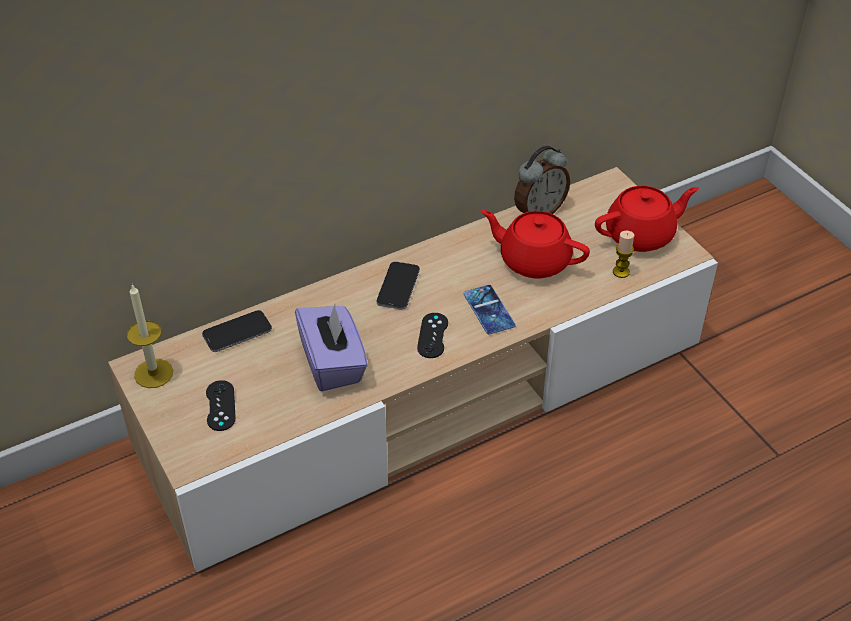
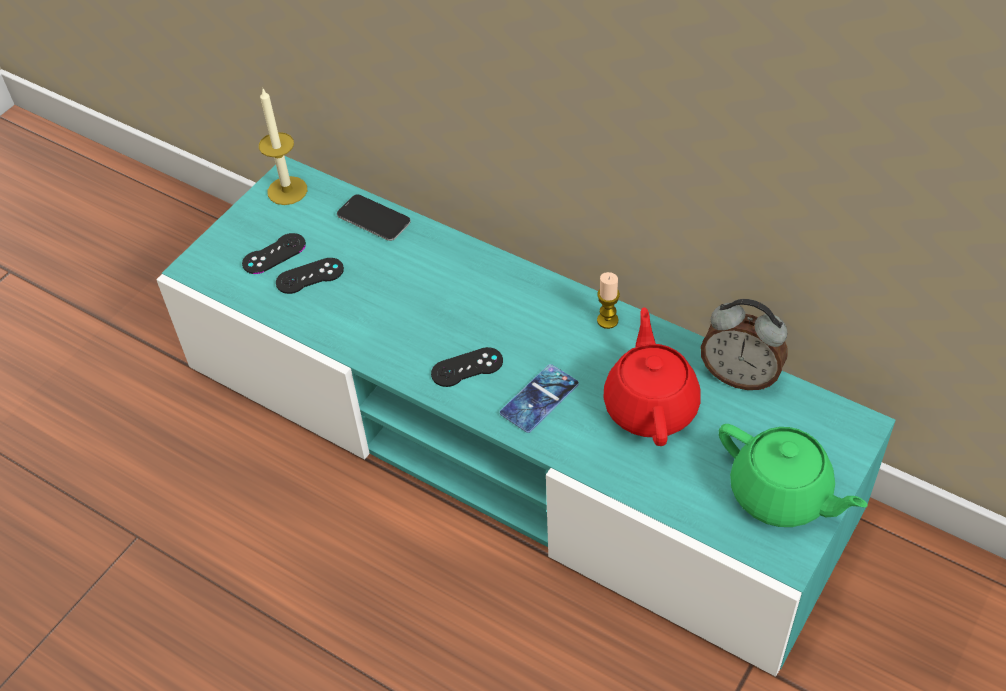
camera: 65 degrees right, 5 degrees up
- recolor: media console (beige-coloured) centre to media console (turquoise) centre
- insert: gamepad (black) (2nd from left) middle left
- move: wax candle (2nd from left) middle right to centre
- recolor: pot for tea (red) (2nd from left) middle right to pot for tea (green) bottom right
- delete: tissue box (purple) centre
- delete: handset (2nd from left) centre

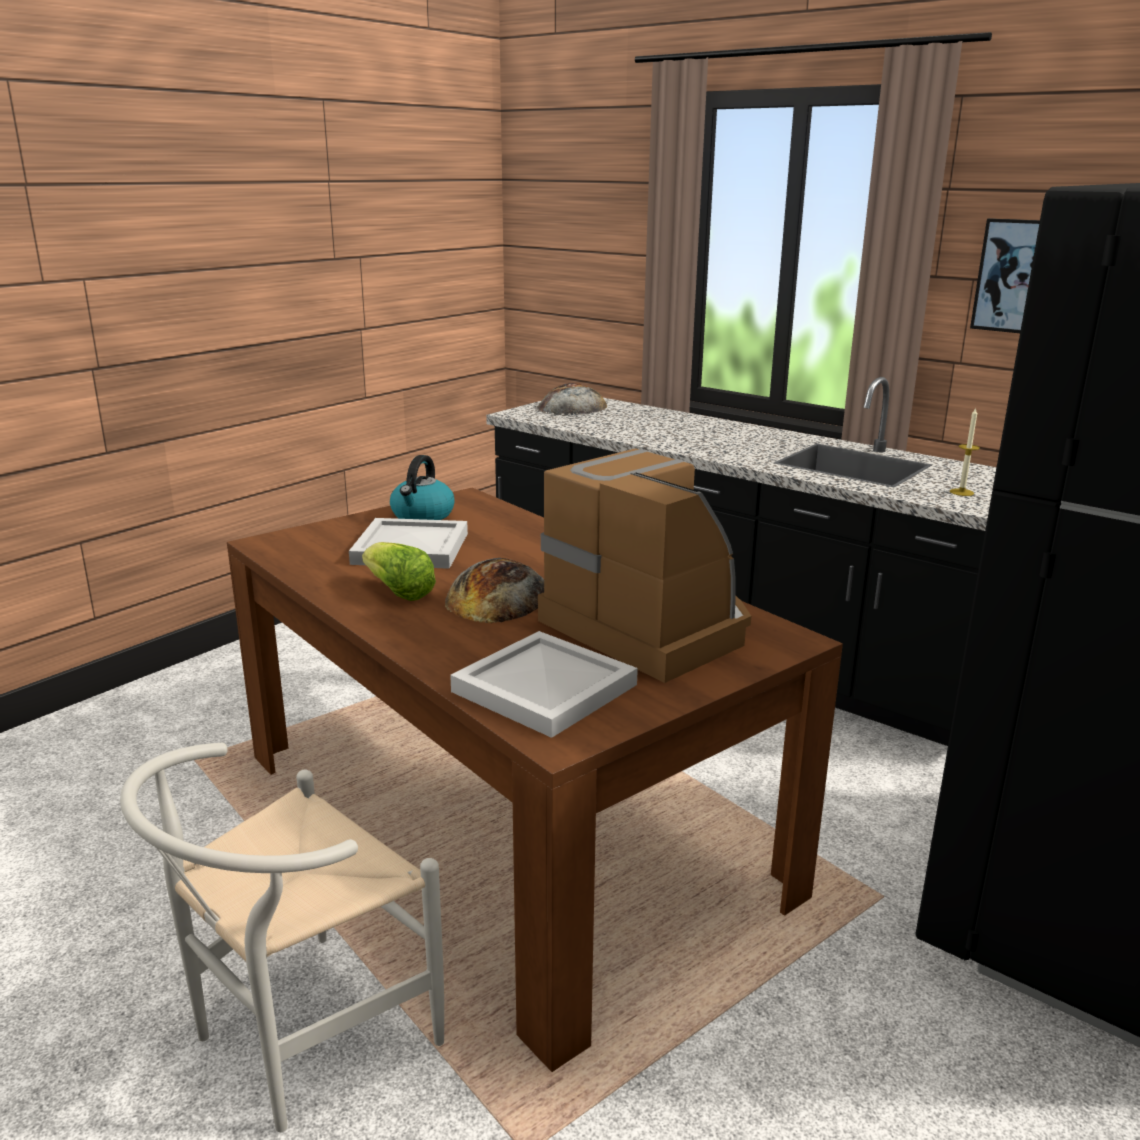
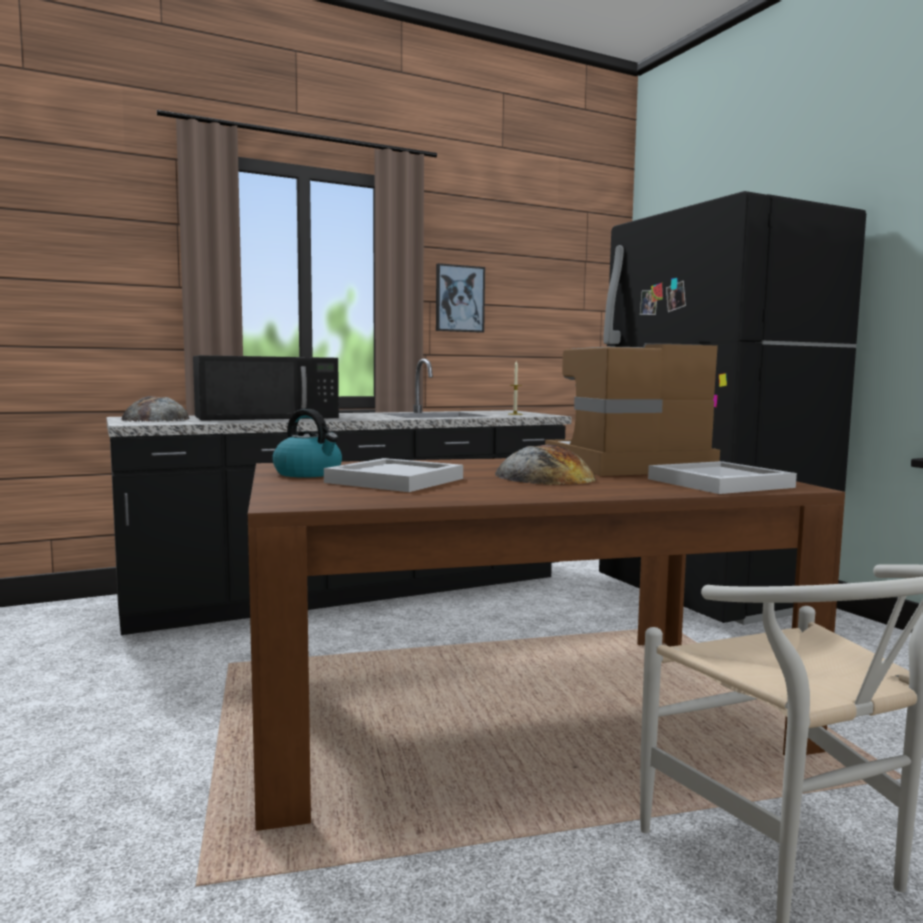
camera: 65 degrees left, 15 degrees down
- insert: kitchen microwave (black) middle left
- delete: head of lettuce centre

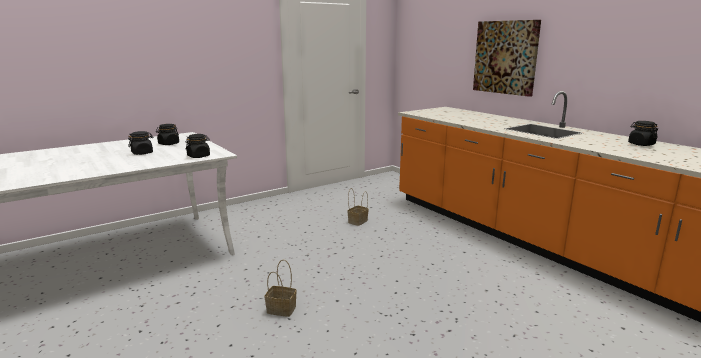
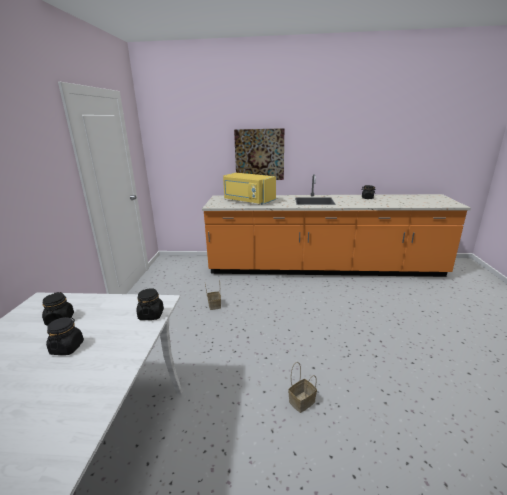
camera: 50 degrees left, 5 degrees up
- insert: kitchen microwave (yellow) centre

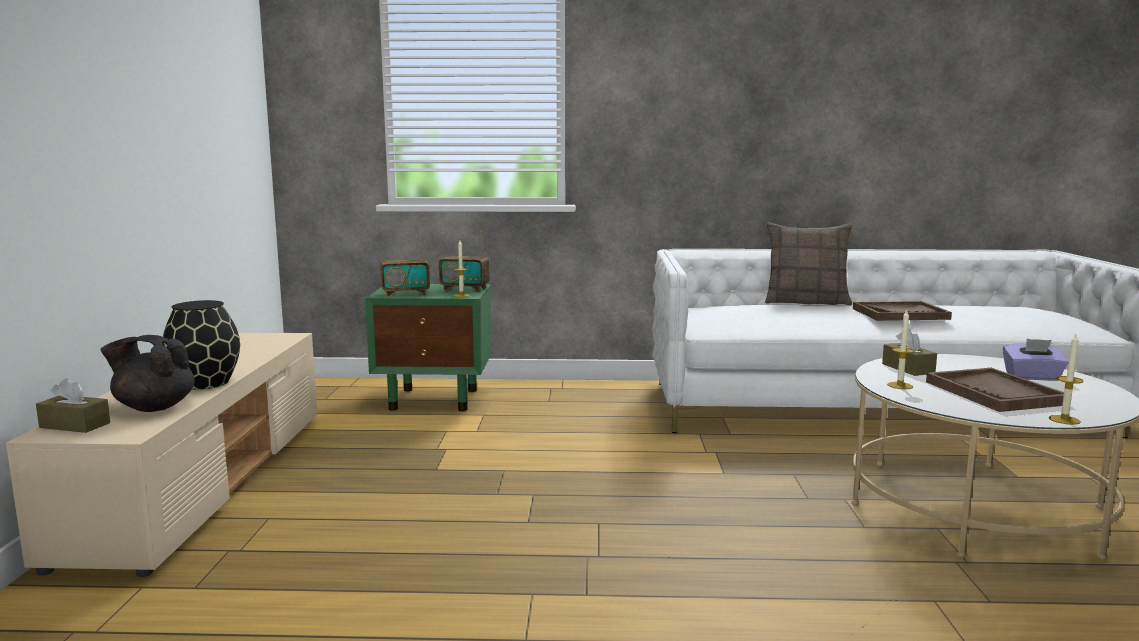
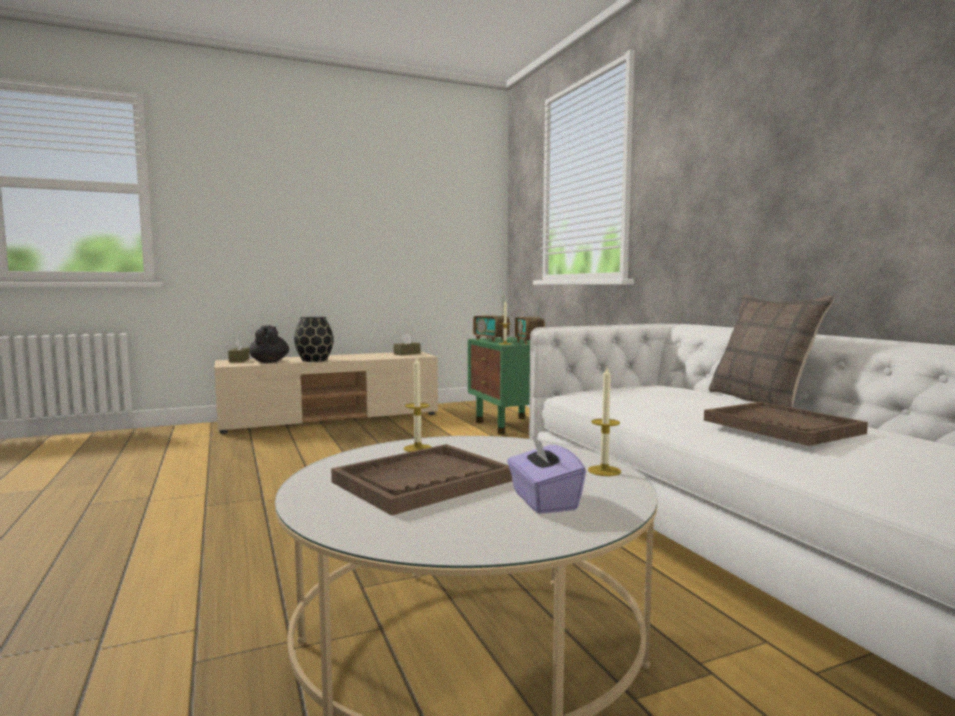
camera: 65 degrees right, 5 degrees down
- move: tissue box (brownish) (2nd from left) middle right to centre
- move: wax candle (3rd from left) middle right to centre

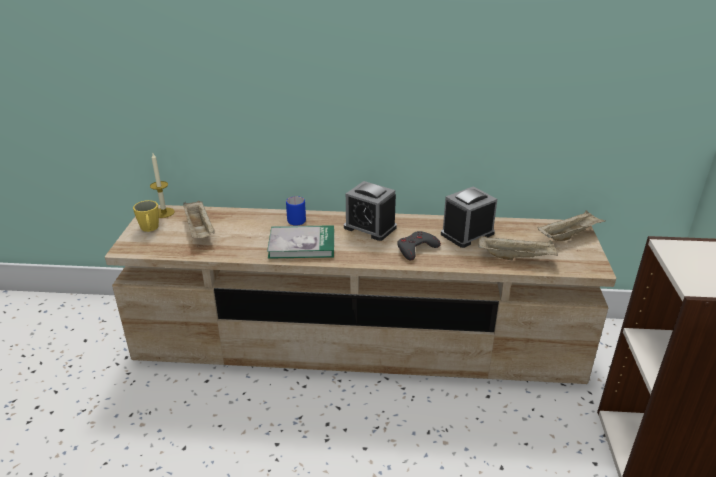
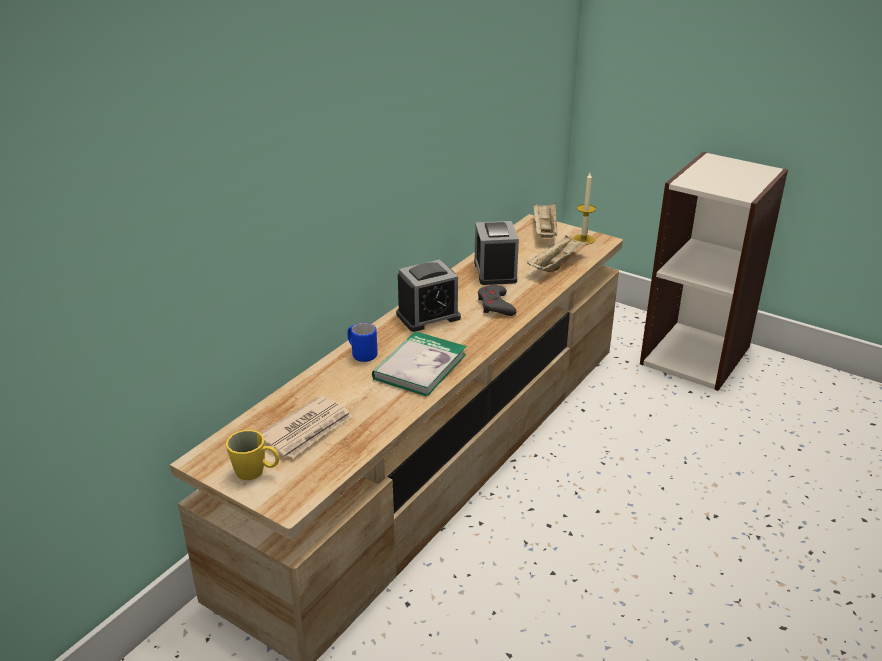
camera: 60 degrees left, 0 degrees up
- replace: tray (beige-coloured) (1st from left) middle left to newspaper centre
- move: wax candle middle left to top centre

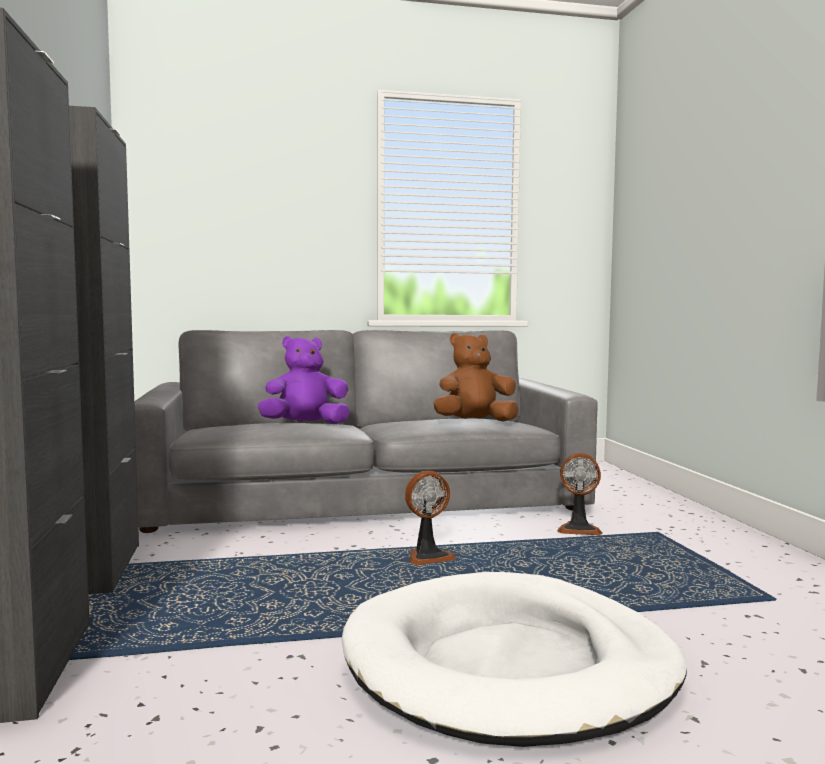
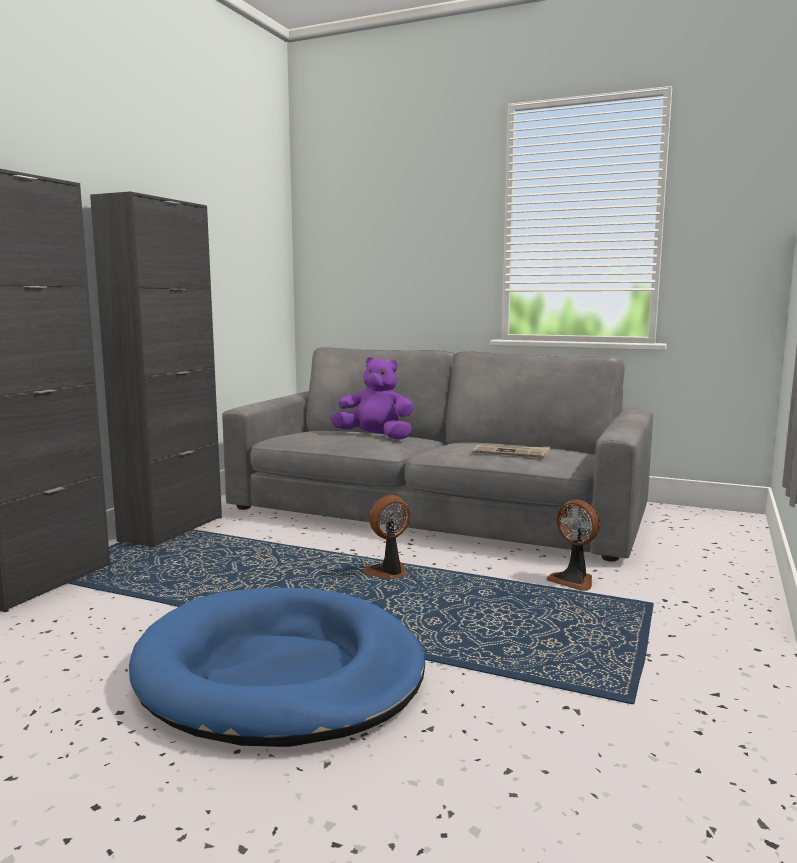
camera: 35 degrees right, 5 degrees up
- recolor: dog cushion (whitish) bottom centre to dog cushion (blue) bottom centre
- rotate: fan (1st from left) bottom centre = centre 135 degrees clockwise
- replace: soft toy (brownish) centre to newspaper centre

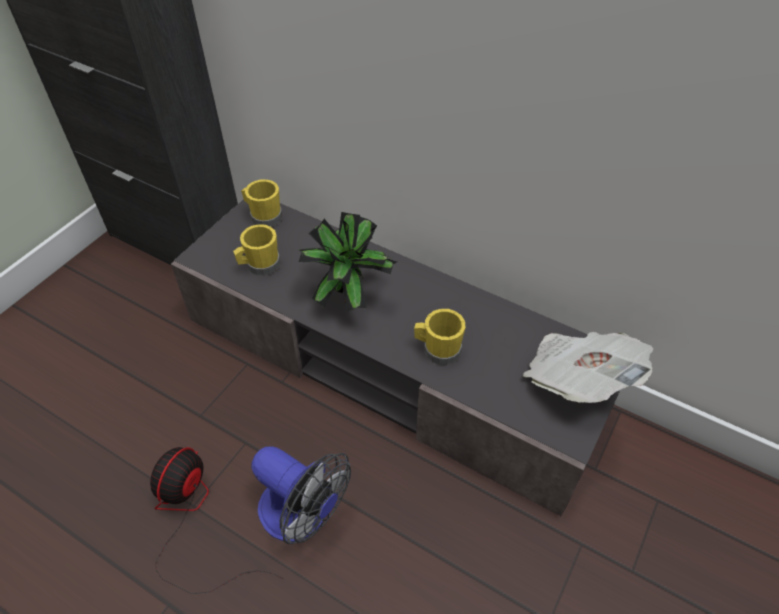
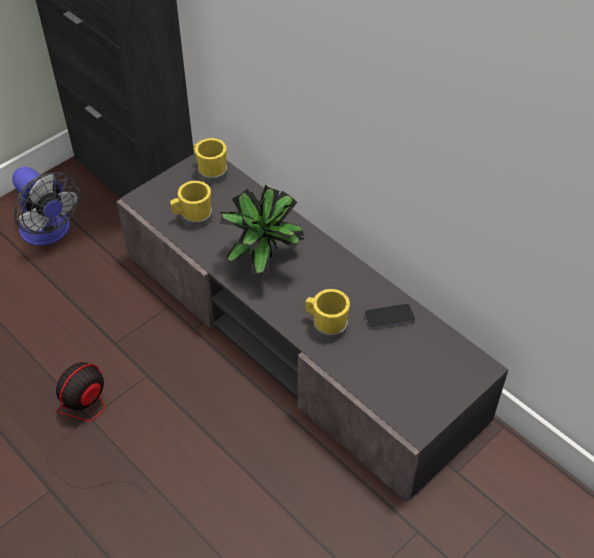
camera: 15 degrees right, 0 degrees up
- move: fan (2nd from left in the first image) bottom centre to fan (1st from left) middle left
- insert: handset centre
- delete: newspaper middle right

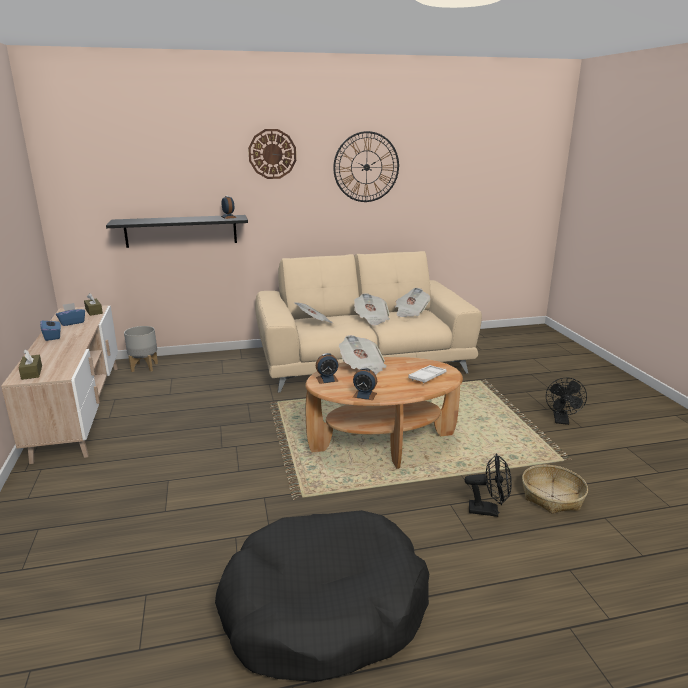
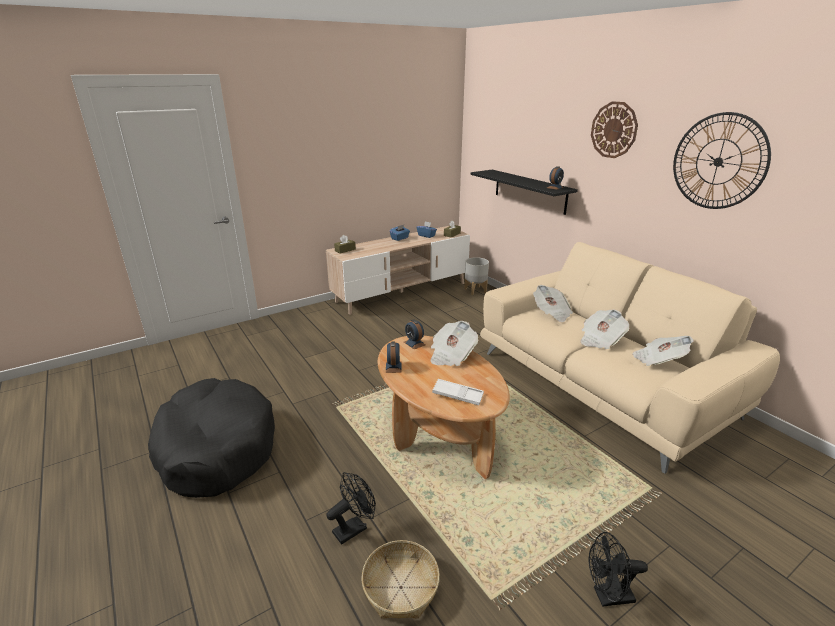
camera: 70 degrees right, 5 degrees up
- rotate: fan (black) (1st from left) bottom right = bottom centre 120 degrees counterclockwise

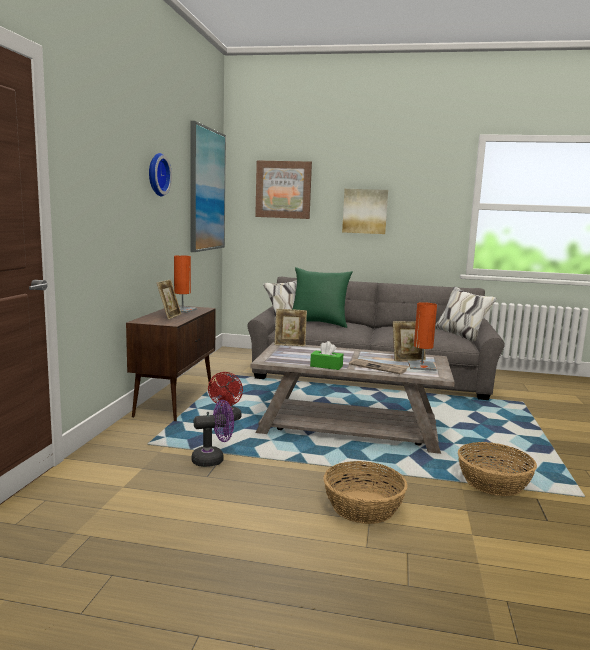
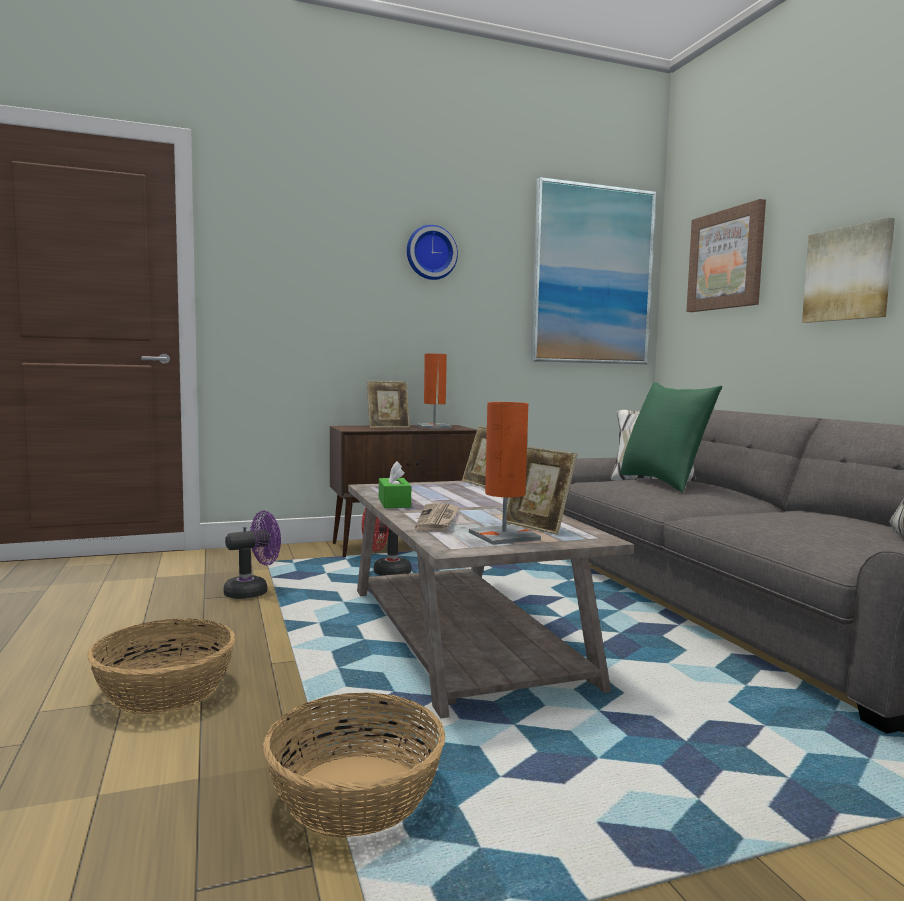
camera: 60 degrees right, 5 degrees down
- rotate: fan (purple) centre = middle left 75 degrees counterclockwise

